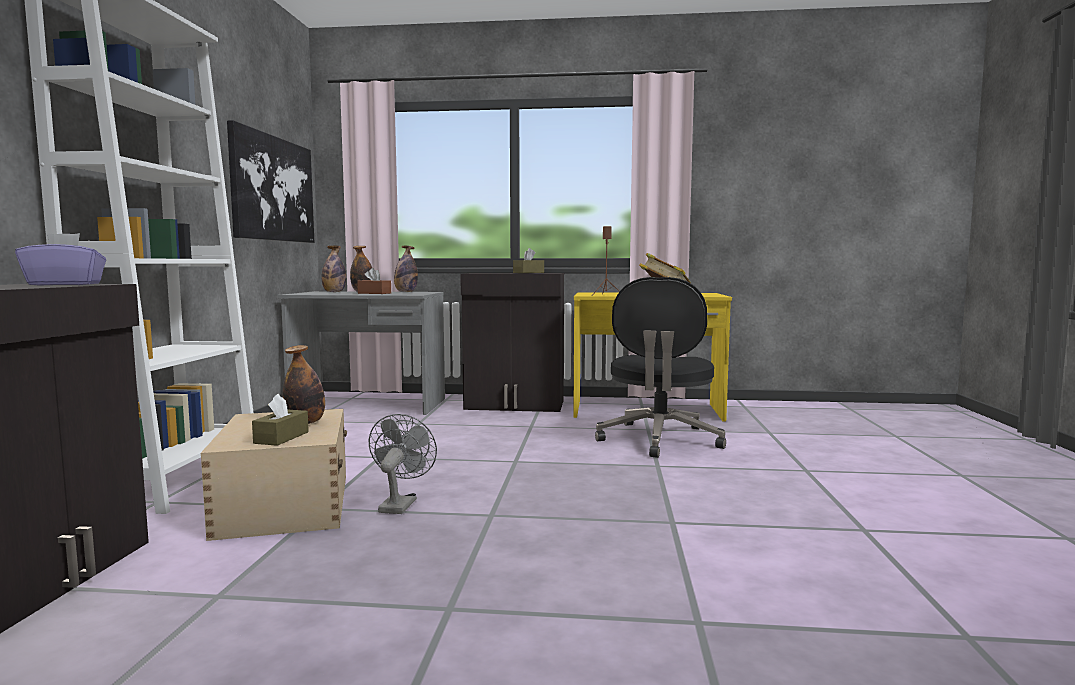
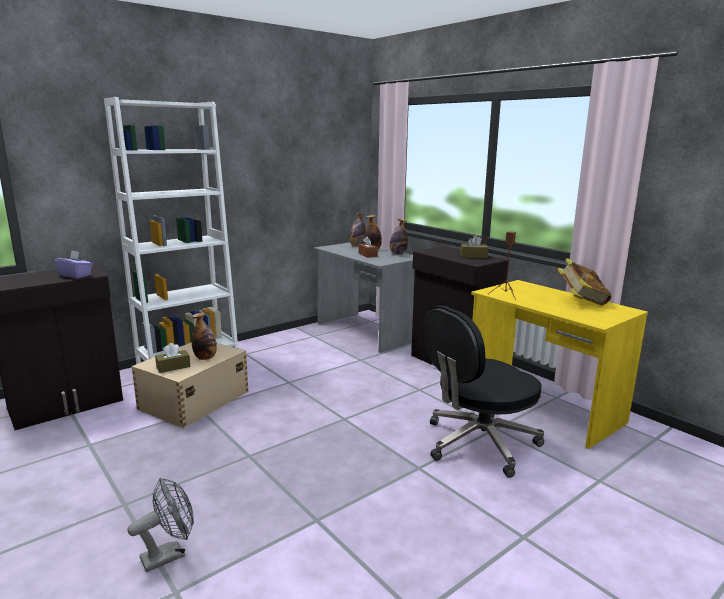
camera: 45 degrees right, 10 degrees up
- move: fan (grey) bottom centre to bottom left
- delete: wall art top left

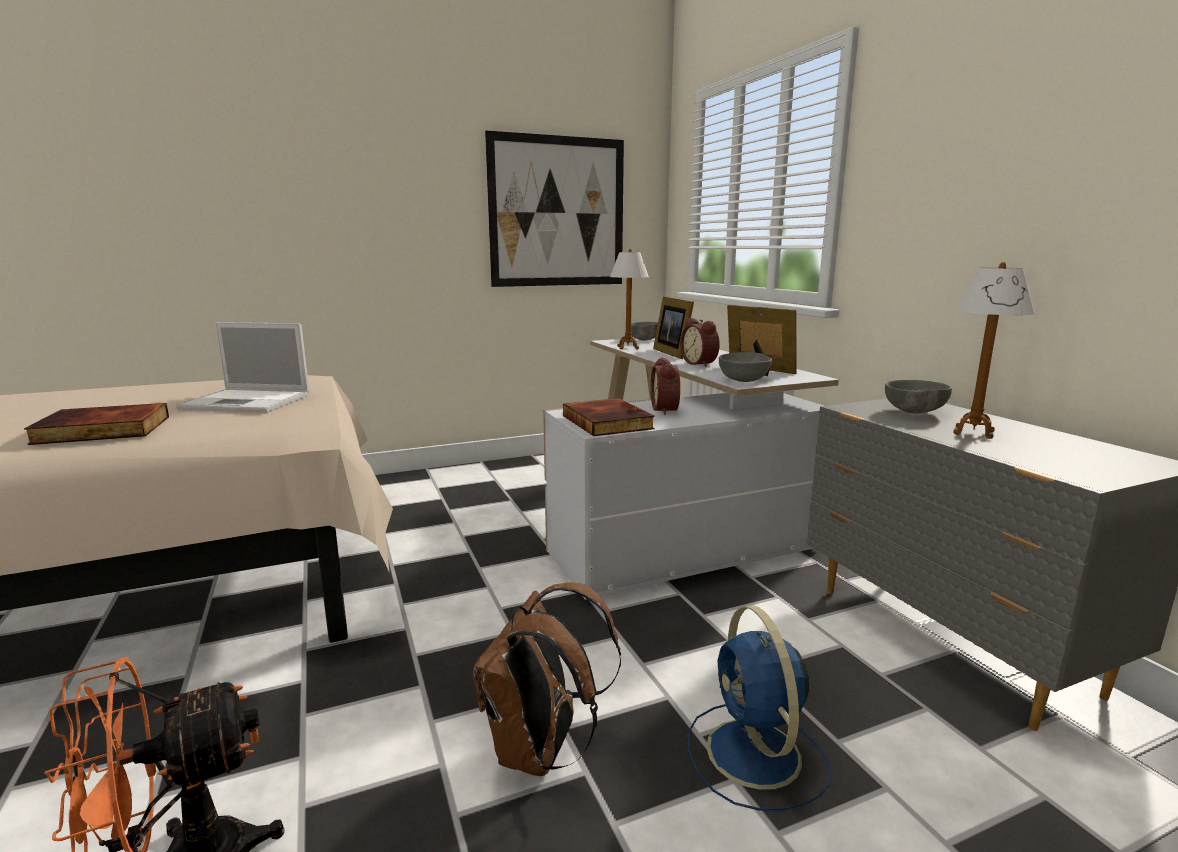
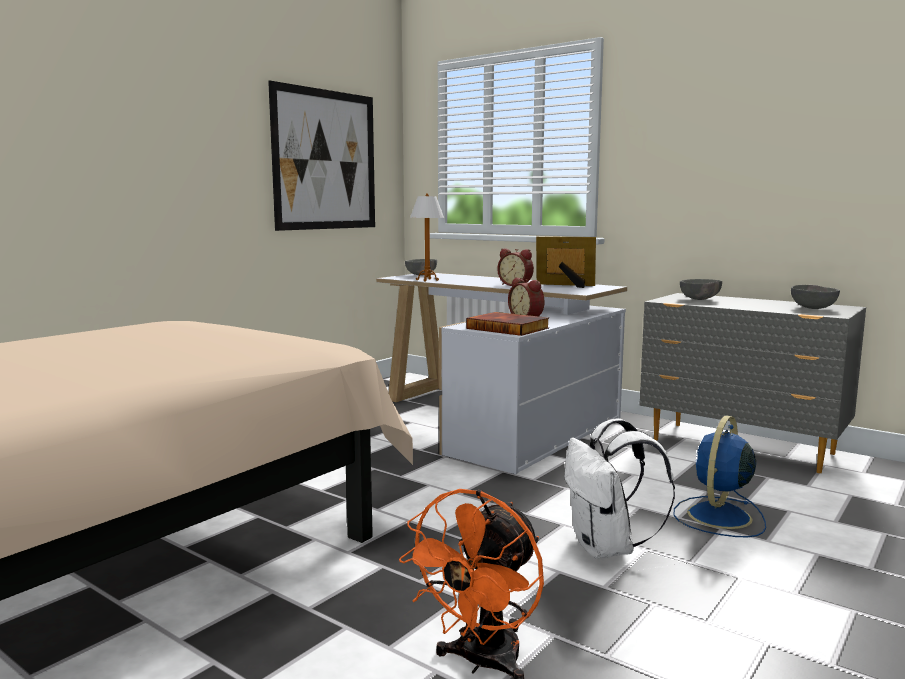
camera: 30 degrees left, 5 degrees down
- recolor: rucksack (brownish) bottom centre to rucksack (whitish) bottom right
- rotate: fan (blue) bottom centre = bottom right 75 degrees clockwise
- move: bowl (grey) (2nd from left in the first image) centre to bowl (grey) (3rd from left) middle right
- delete: volume (1st from left) middle left
- delete: notebook computer middle left
- delete: standing frame (1st from left) centre
- delete: tabletop lamp (2nd from left) middle right

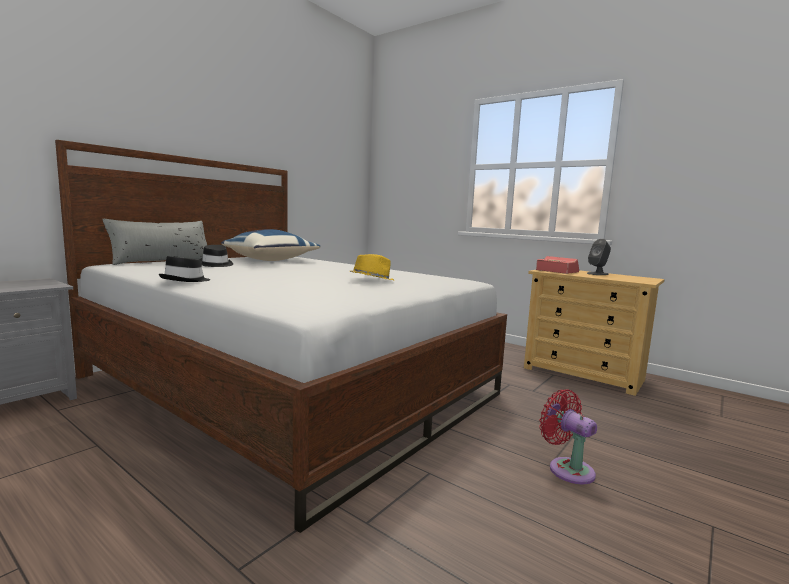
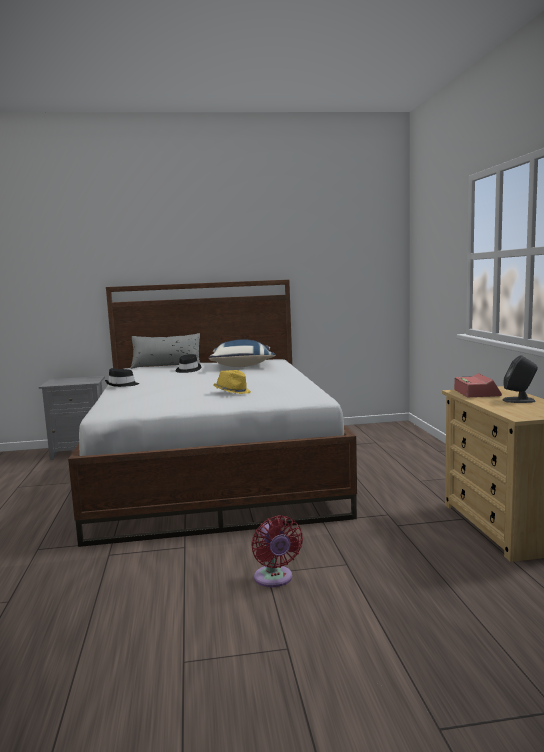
camera: 45 degrees right, 0 degrees up
- rotate: fan (red) bottom right = bottom centre 150 degrees clockwise

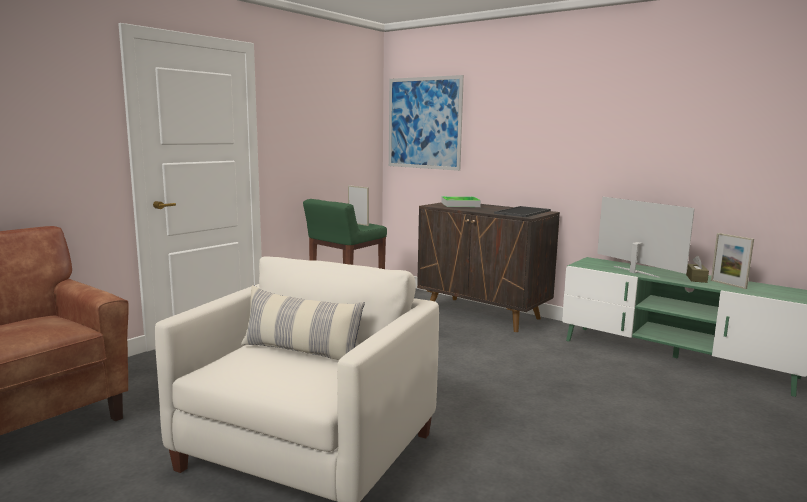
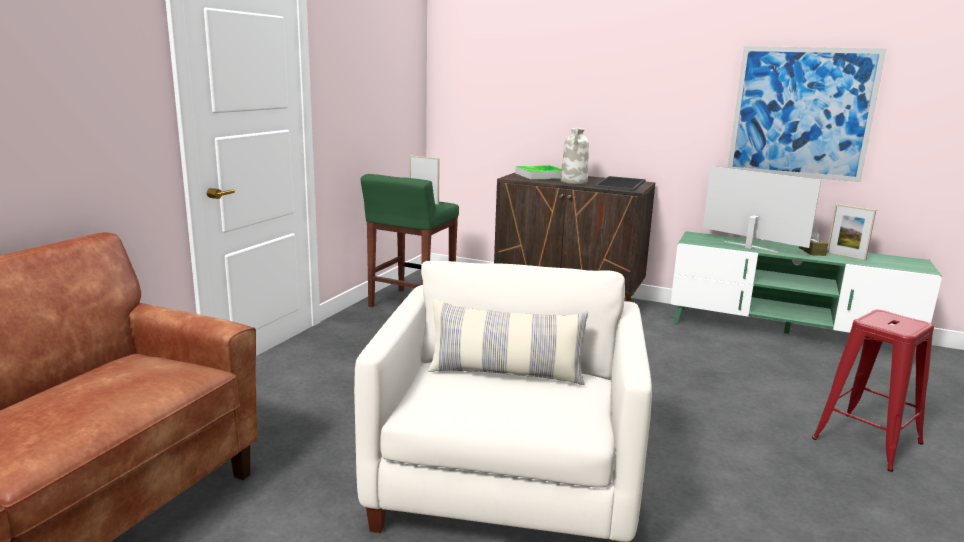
camera: 15 degrees left, 5 degrees up
- insert: vase (whitish) top centre
- move: wall art top centre to top right
- insert: sitting stool (red) bottom right

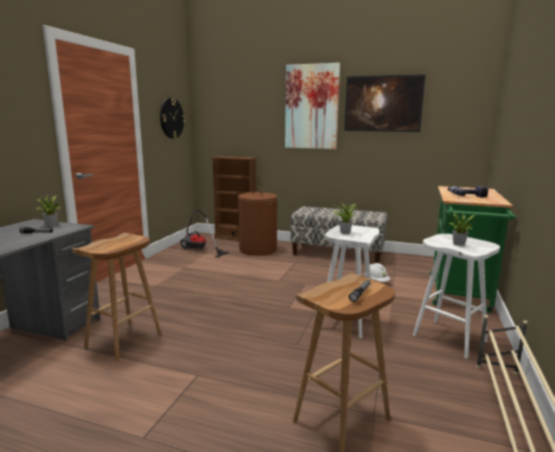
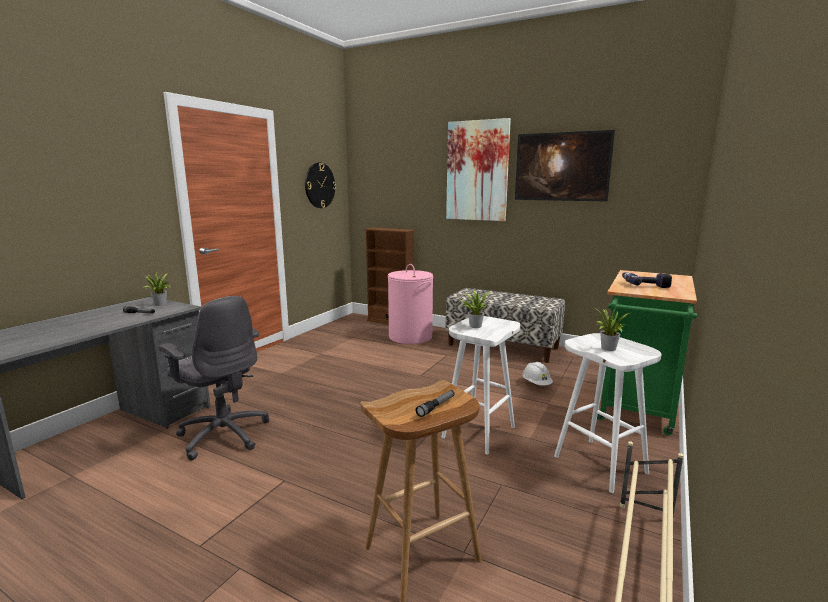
camera: 10 degrees right, 0 degrees up
- replace: sitting stool (brownish) (1st from left) middle left to computer chair (grey) middle left
- recolor: laundry basket (brownish) centre to laundry basket (pink-coloured) centre
- delete: hoover centre

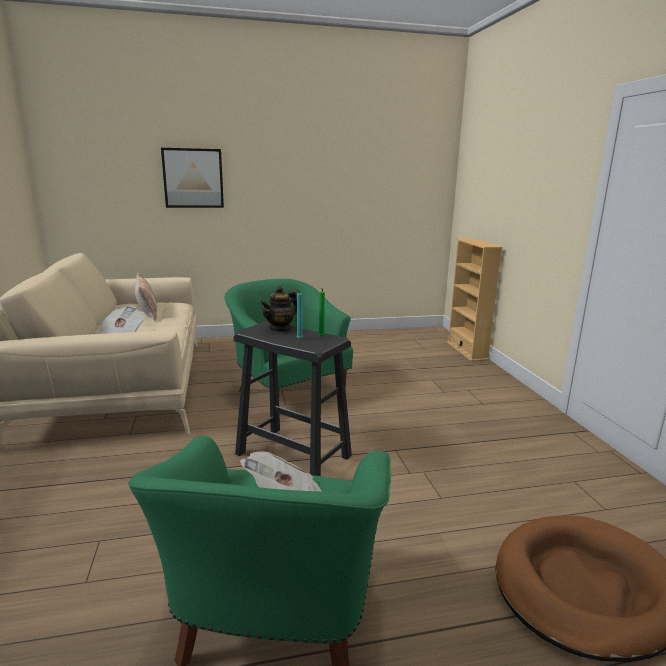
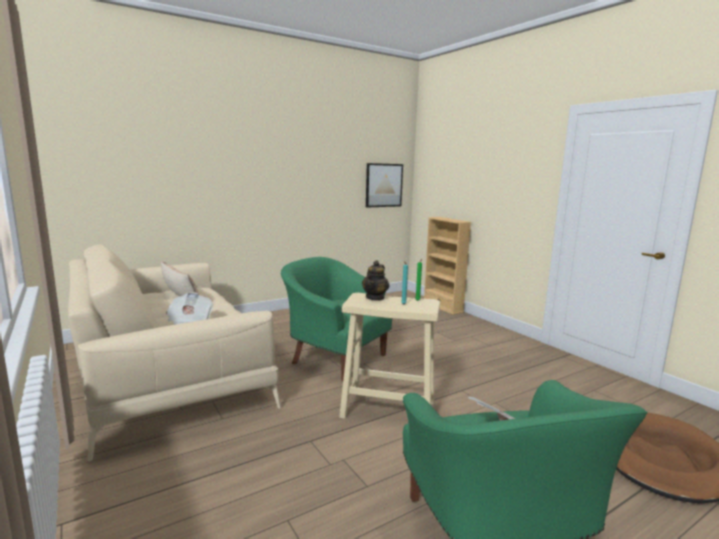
camera: 20 degrees left, 5 degrees down
- recolor: sitting stool (black) centre to sitting stool (beige-coloured) centre
- move: wall art top left to centre

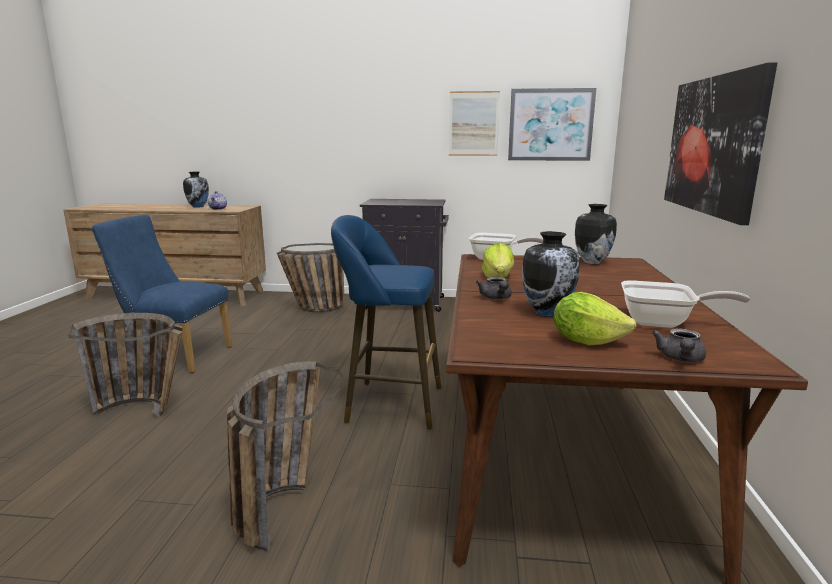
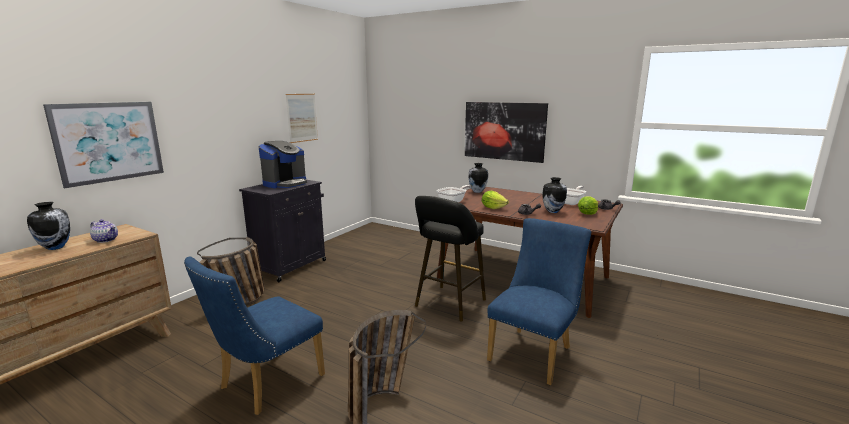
camera: 65 degrees left, 0 degrees up
- move: wall art (2nd from left in the first image) top centre to wall art (1st from left) middle left
- insert: coffee maker centre
- recolor: sitting stool (blue) centre to sitting stool (black) centre
- replace: basket (2nd from left) bottom centre to chair (blue) (2nd from left) bottom centre

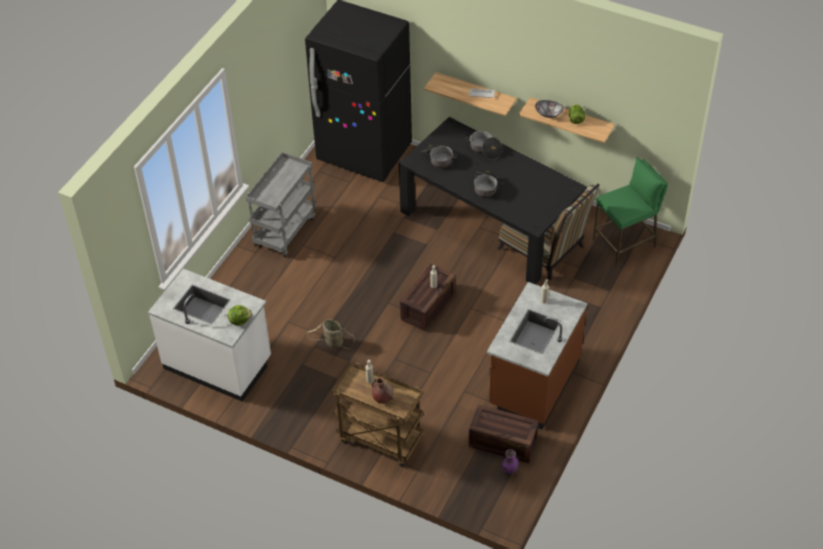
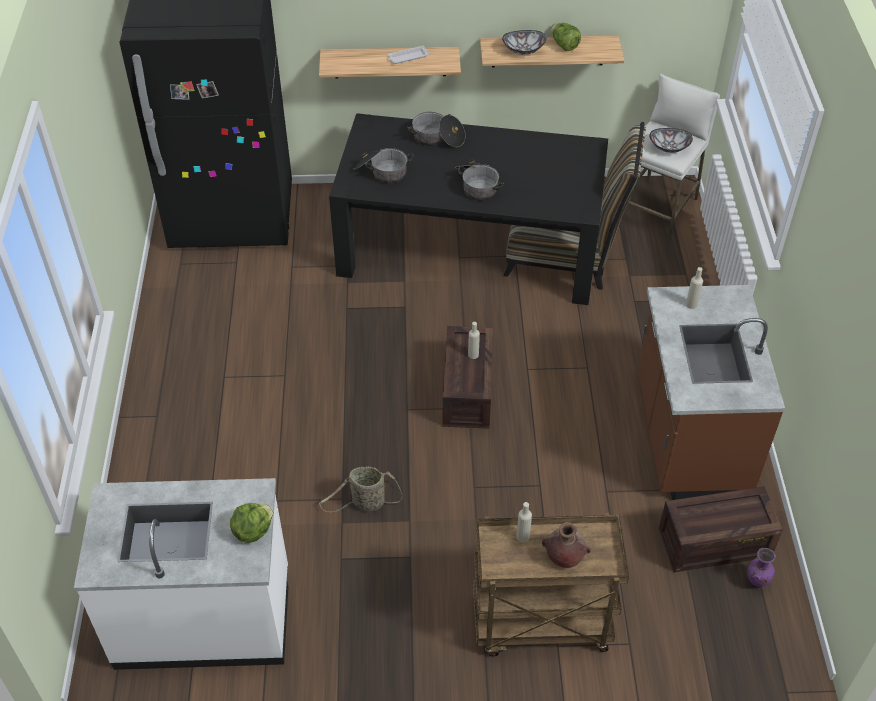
camera: 30 degrees left, 0 degrees up
- recolor: sitting stool (green) middle right to sitting stool (whitish) top right
- insert: bowl (2nd from left) top right
- delete: wheeled cart (grey) centre

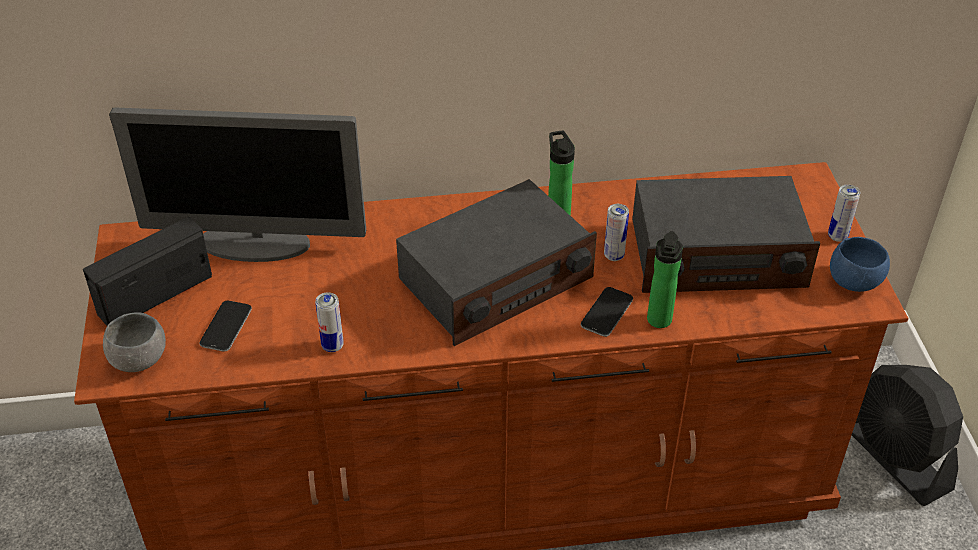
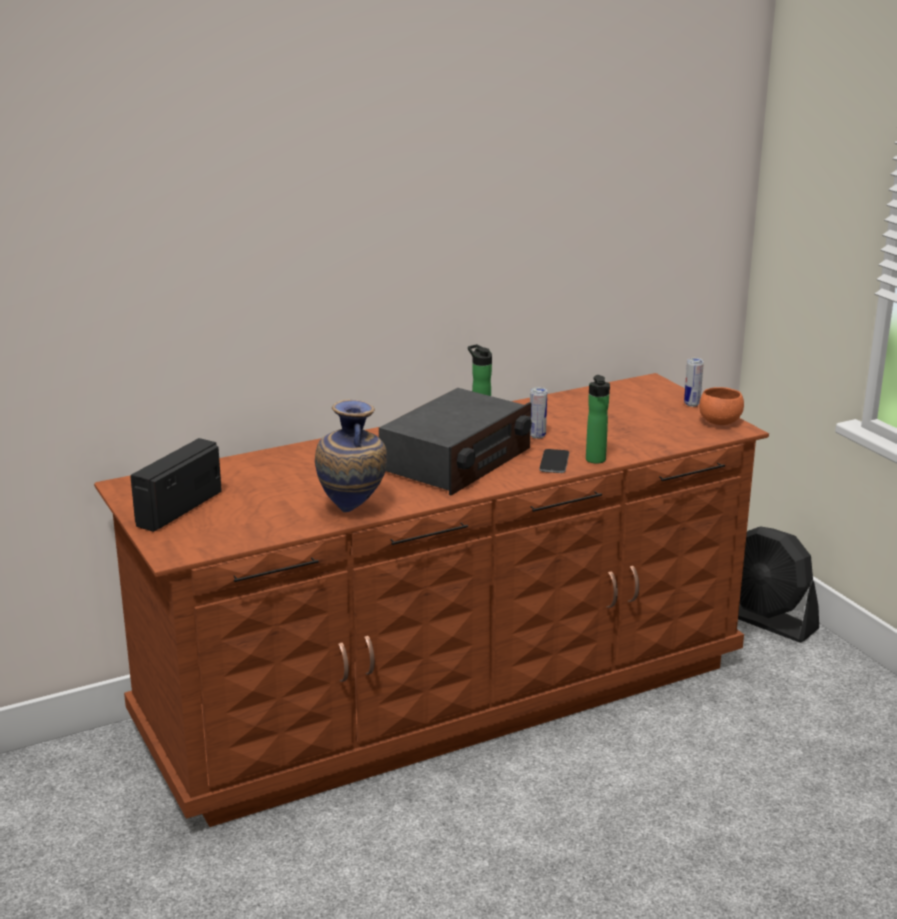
camera: 20 degrees left, 20 degrees down
- replace: can (1st from left) centre to vase centre
- recolor: bowl (blue) middle right to bowl (orangey) middle right
- delete: bowl (grey) middle left
- delete: computer display middle left
- delete: handset (1st from left) middle left
- delete: radio (3rd from left) middle right

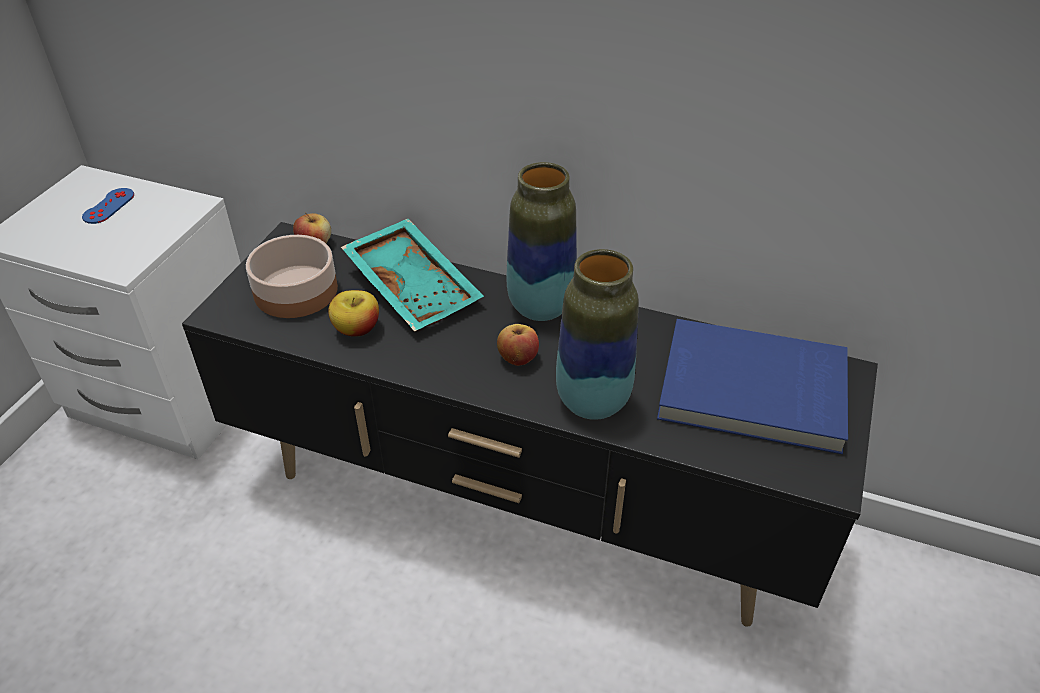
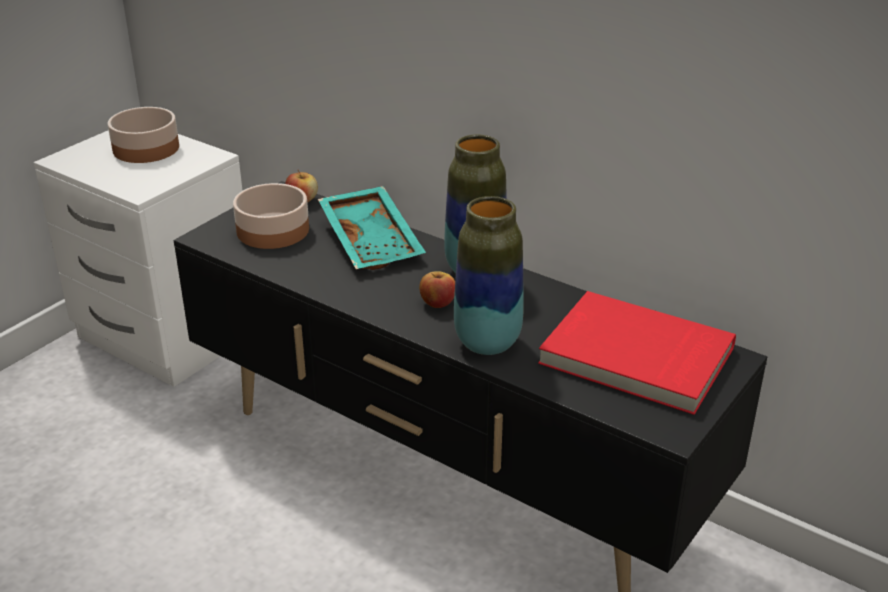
camera: 15 degrees right, 10 degrees down
- replace: gamepad (blue) top left to bowl (1st from left) top left
- recolor: volume (blue) middle right to volume (red) middle right
- delete: apple fruit (2nd from left) centre

